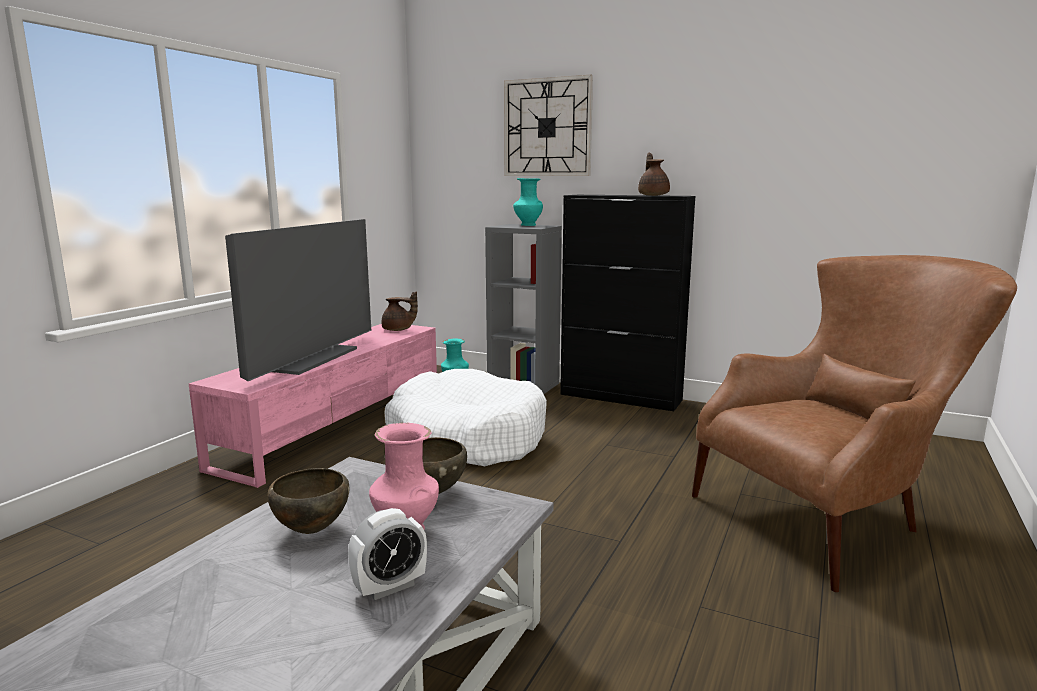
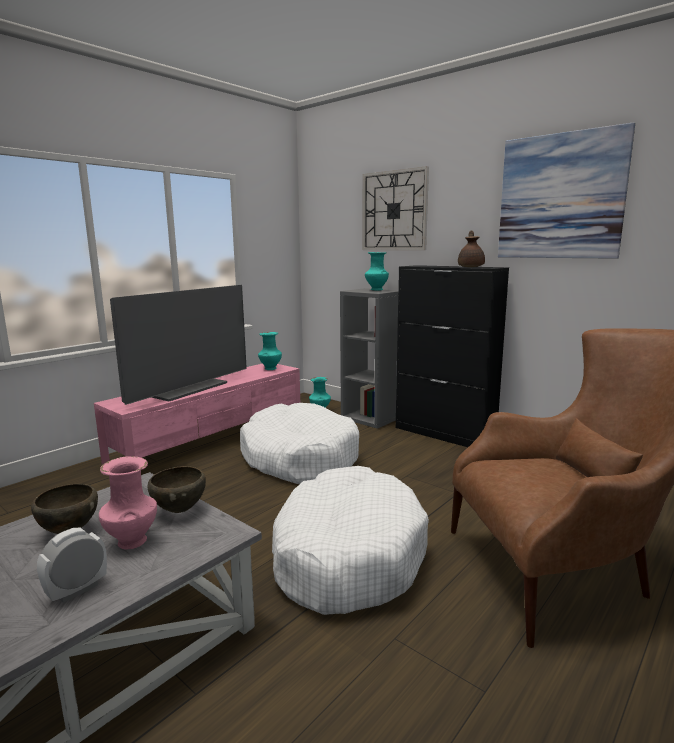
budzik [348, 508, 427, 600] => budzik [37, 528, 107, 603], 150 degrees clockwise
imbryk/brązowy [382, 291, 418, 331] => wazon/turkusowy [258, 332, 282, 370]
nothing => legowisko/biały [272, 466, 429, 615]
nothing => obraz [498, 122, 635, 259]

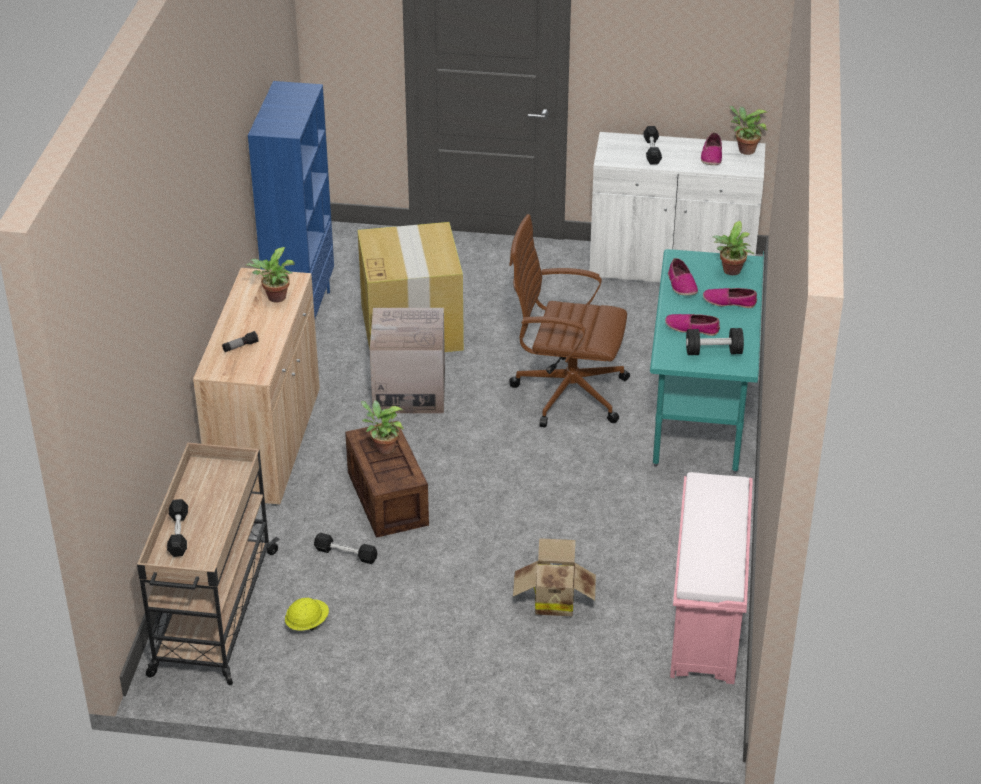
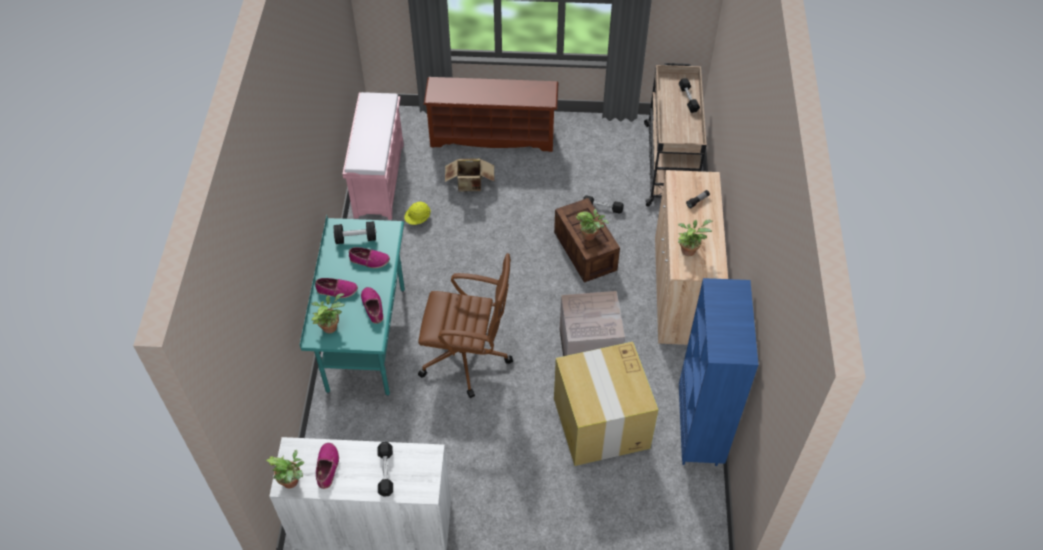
kask/żółty [285, 598, 329, 631] => kask/żółty [404, 202, 431, 225], move
nothing => regał na buty/brązowy [424, 77, 558, 152]

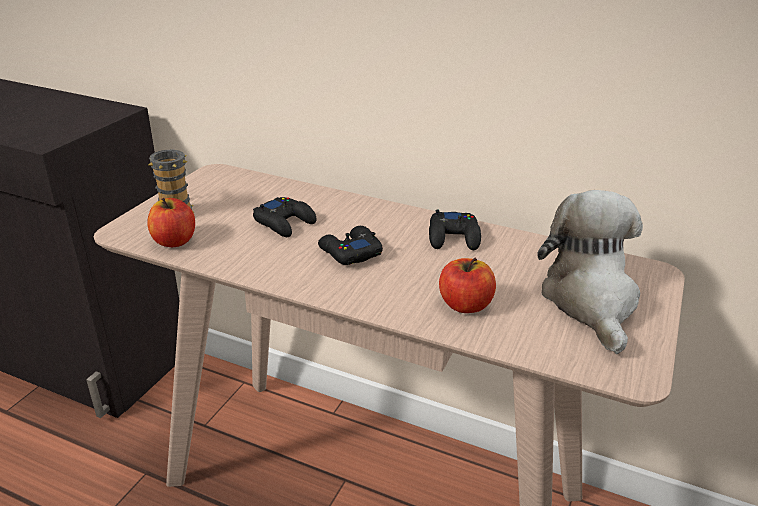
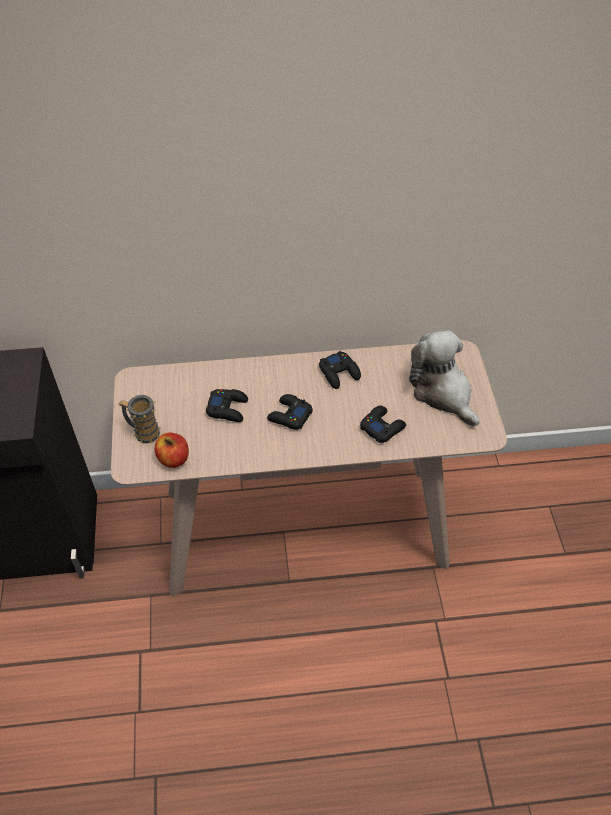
jabłko [439, 258, 496, 313] => pad do gier/czarny [360, 406, 406, 443]

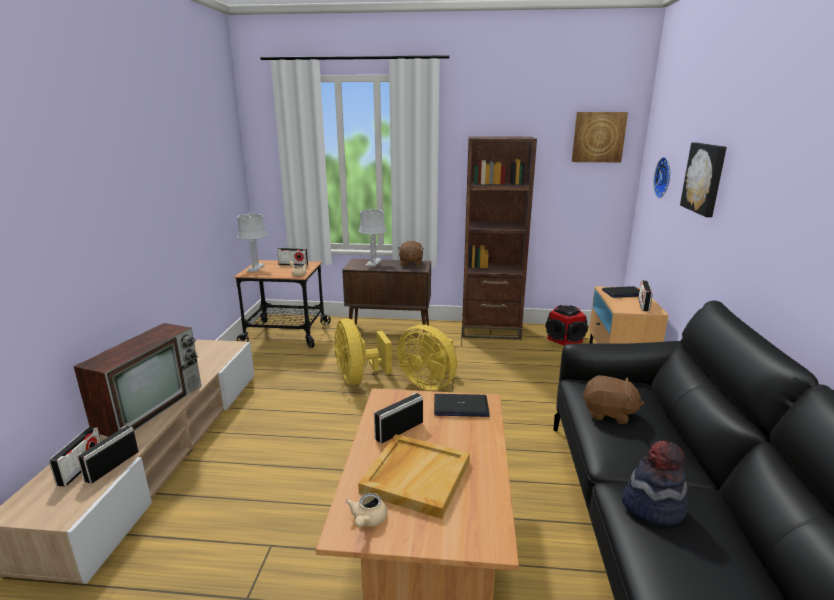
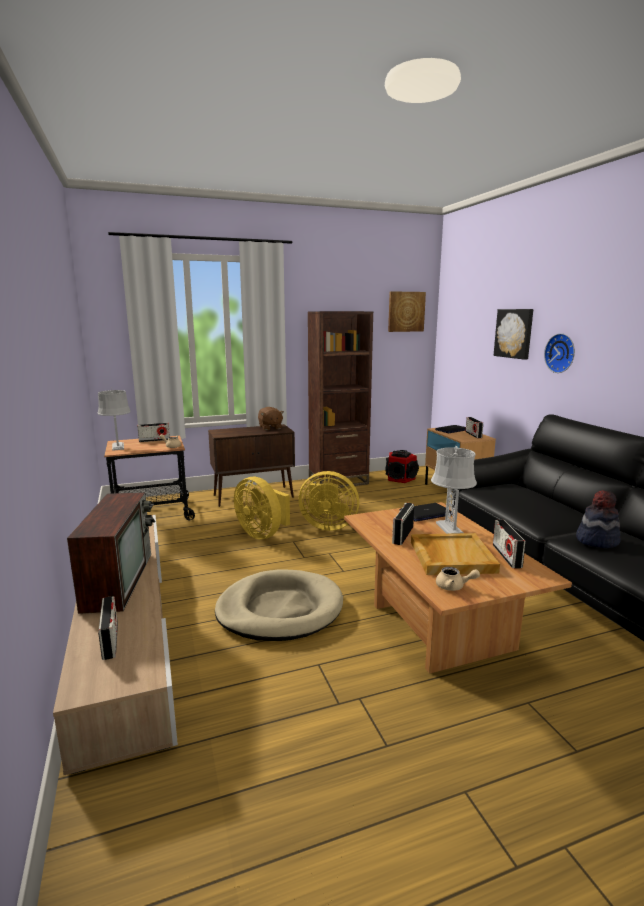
radio [77, 425, 139, 484] => radio [493, 520, 525, 569], move
imbryk/beżowy [345, 493, 387, 527] => imbryk/beżowy [436, 567, 480, 591], 60 degrees counterclockwise
lampa stołowa/szary [358, 207, 387, 267] => lampa stołowa/szary [431, 446, 477, 534], move
pluszak/brązowy [582, 375, 644, 424] => nothing
zegar ścienny [653, 157, 670, 198] => zegar ścienny [544, 333, 575, 373], move
nothing => legowisko/beżowy [215, 569, 343, 641]

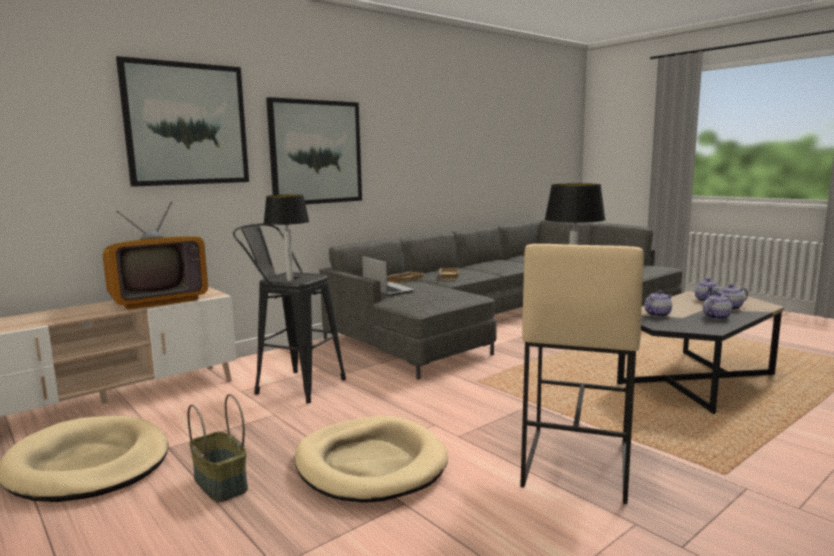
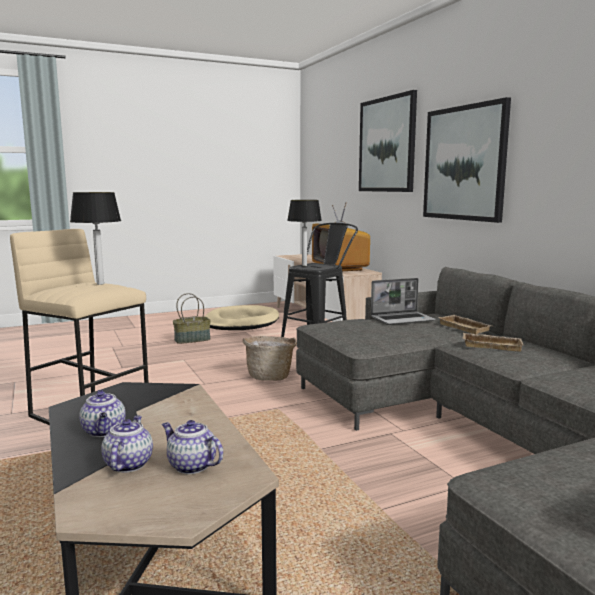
legowisko/beżowy [294, 416, 448, 503] => nothing
imbryk [644, 290, 673, 317] => nothing
nothing => koszyk [243, 336, 297, 381]

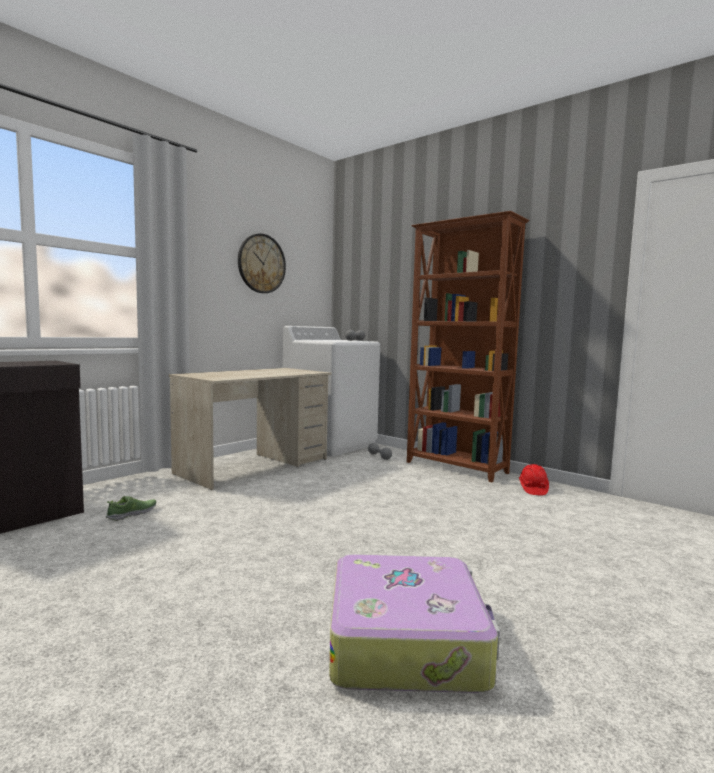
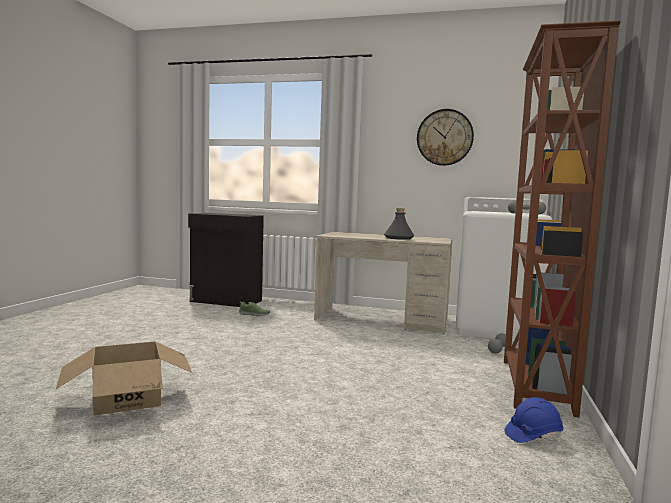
walizka [329, 554, 500, 693] => karton [56, 341, 192, 416]
kask/czerwony [519, 464, 549, 495] => kask/niebieski [504, 397, 563, 443]
nothing => butelka/szary [384, 208, 414, 240]

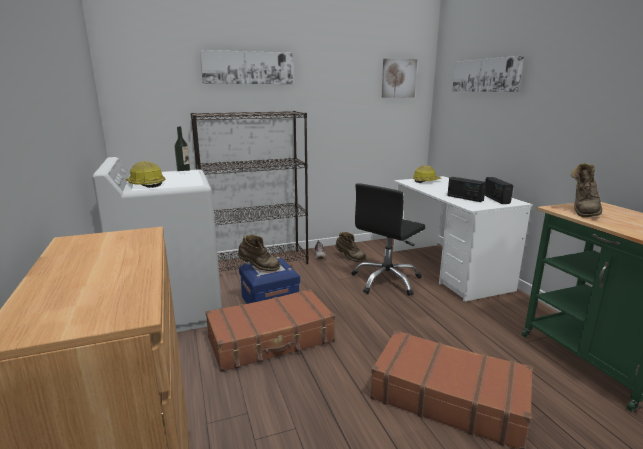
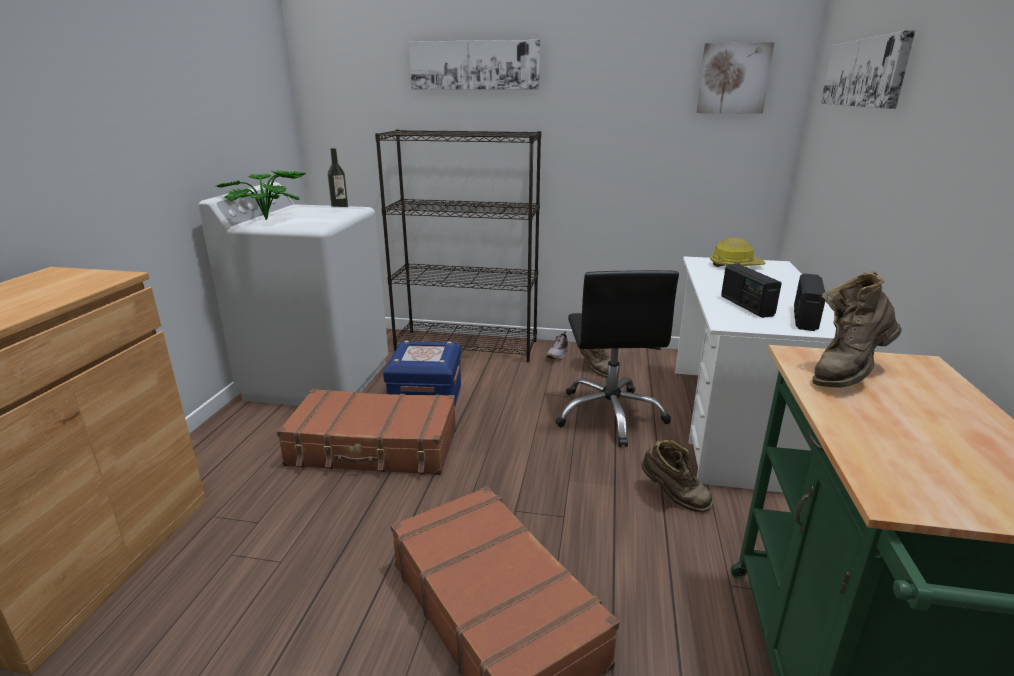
kask [125, 161, 165, 188] => roślina doniczkowa [216, 170, 307, 220]
but z cholewką/brązowy [238, 235, 281, 271] => but z cholewką/brązowy [641, 440, 713, 512], move
krzesło biurowe/czarny [351, 183, 426, 296] => krzesło biurowe/czarny [555, 270, 679, 447], 75 degrees counterclockwise

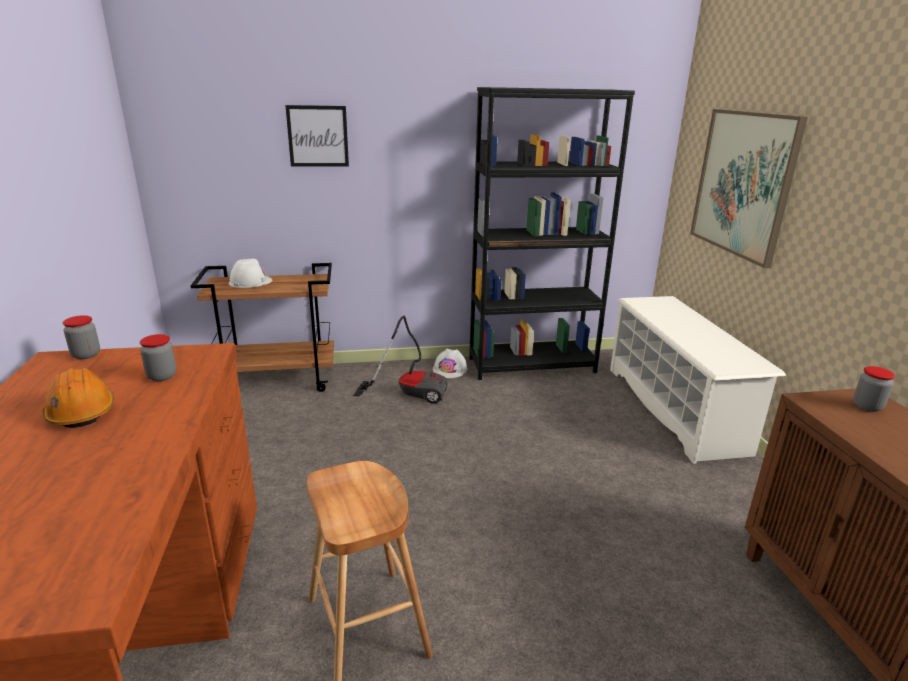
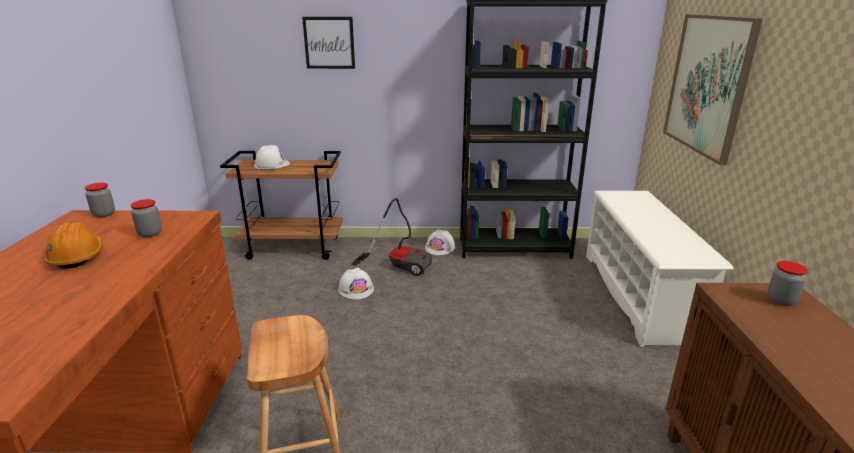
nothing => kask/biały [338, 268, 374, 299]

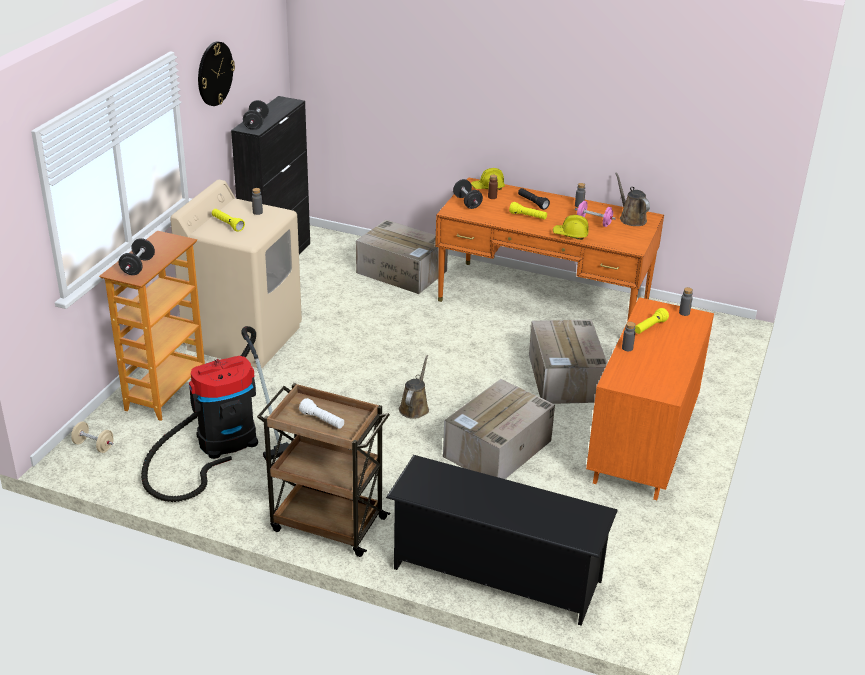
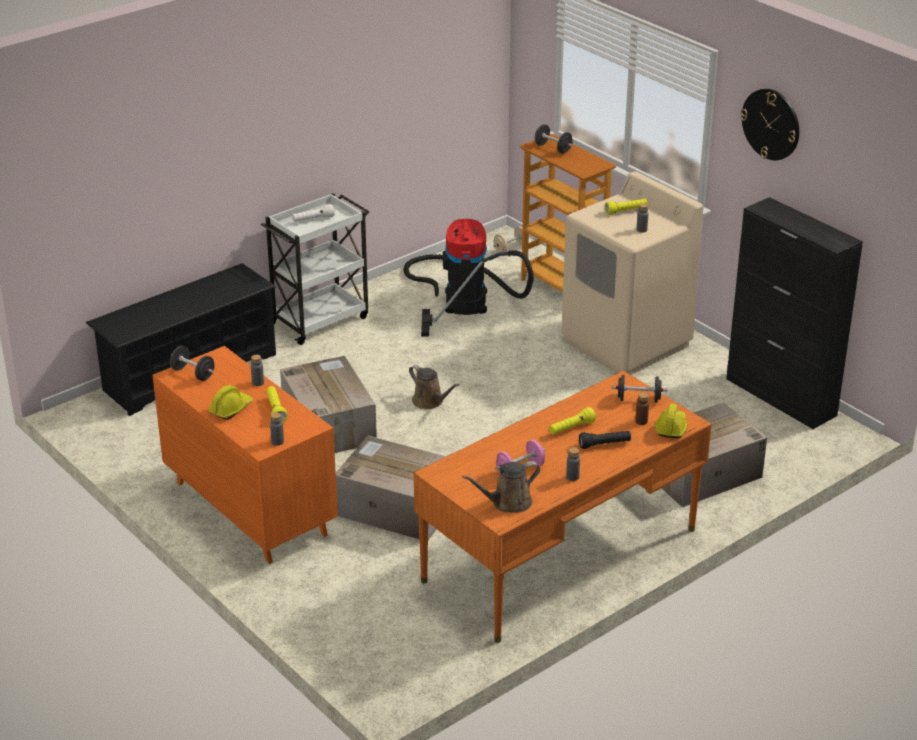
hantel/czarny [243, 100, 269, 130] => hantel/czarny [170, 346, 214, 381], move
wózek/brązowy [257, 383, 390, 557] => wózek/biały [261, 193, 369, 345]
kask/żółty [553, 215, 589, 240] => kask/żółty [208, 385, 253, 420], move
konewka/brązowy [615, 172, 650, 226] => konewka/brązowy [462, 461, 540, 513], 150 degrees clockwise

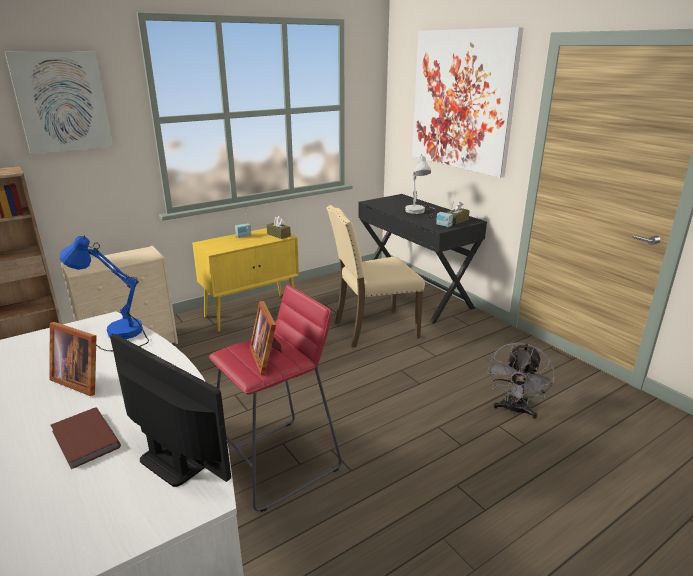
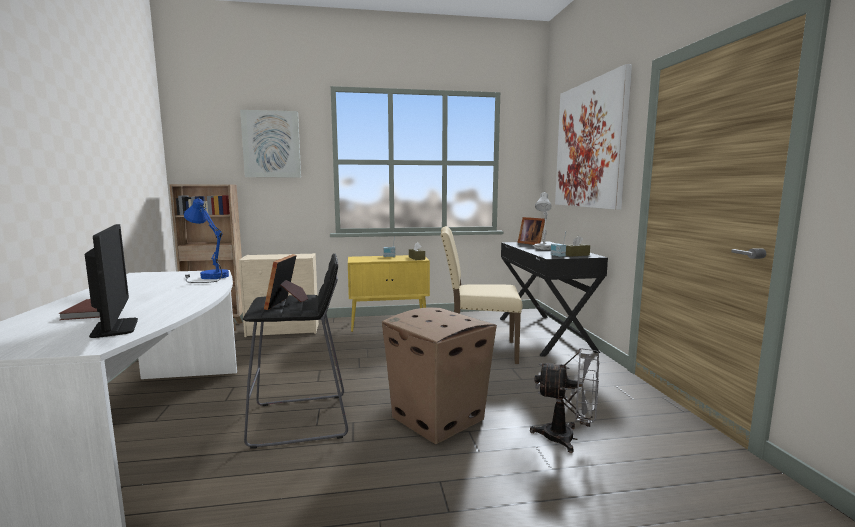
ramka na zdjęcie [49, 322, 96, 396] => ramka na zdjęcie [517, 217, 545, 245], move
stołek/czerwony [209, 284, 342, 512] => stołek/czarny [243, 253, 348, 448]
wentylator/szary [487, 343, 555, 419] => wentylator/szary [530, 348, 599, 453], 120 degrees counterclockwise
nothing => karton [382, 307, 497, 444]

